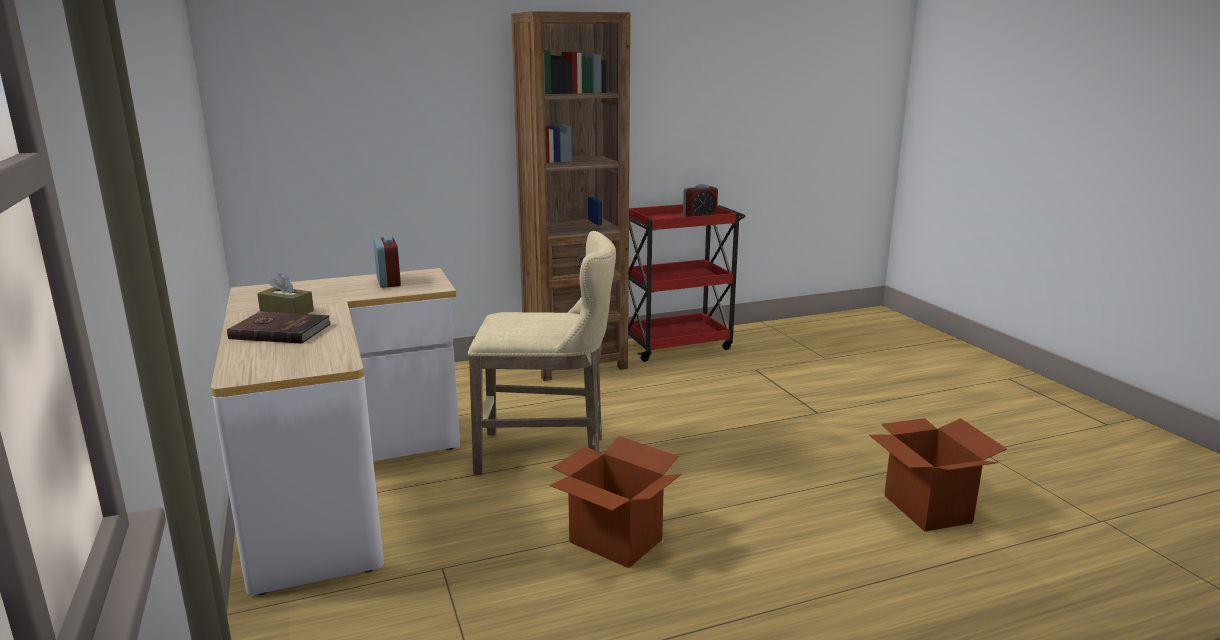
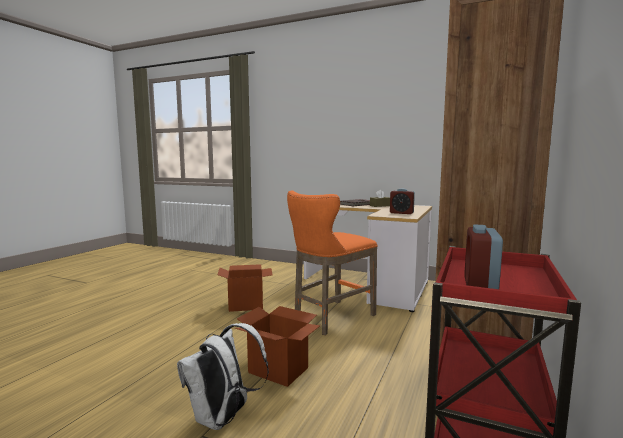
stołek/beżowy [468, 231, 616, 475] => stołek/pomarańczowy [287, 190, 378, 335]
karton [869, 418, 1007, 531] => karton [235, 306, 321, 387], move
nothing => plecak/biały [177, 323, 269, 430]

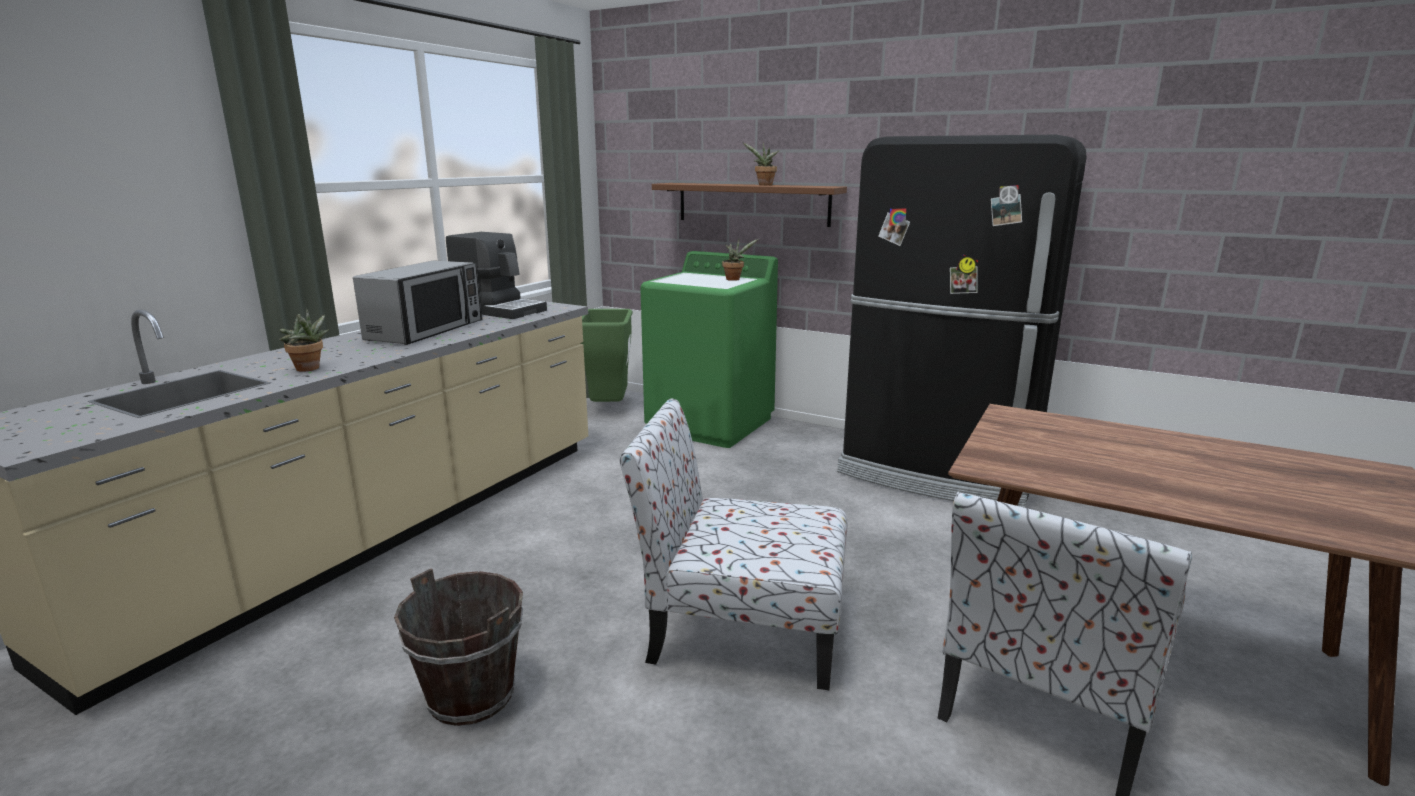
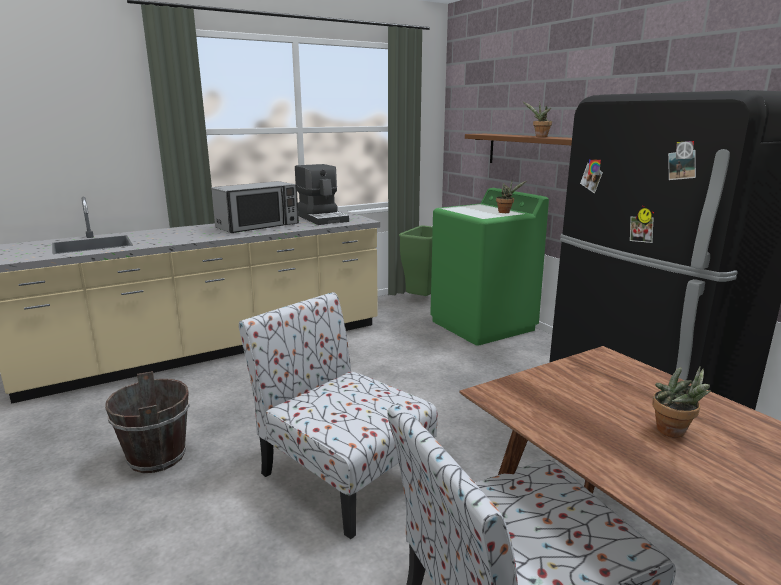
roślina doniczkowa [279, 308, 329, 372] => roślina doniczkowa [652, 366, 711, 438], move

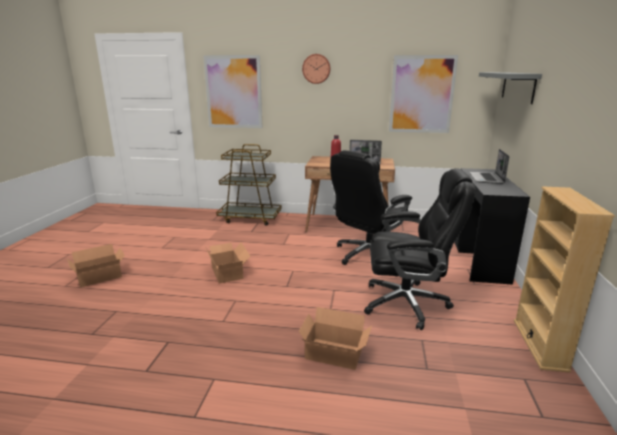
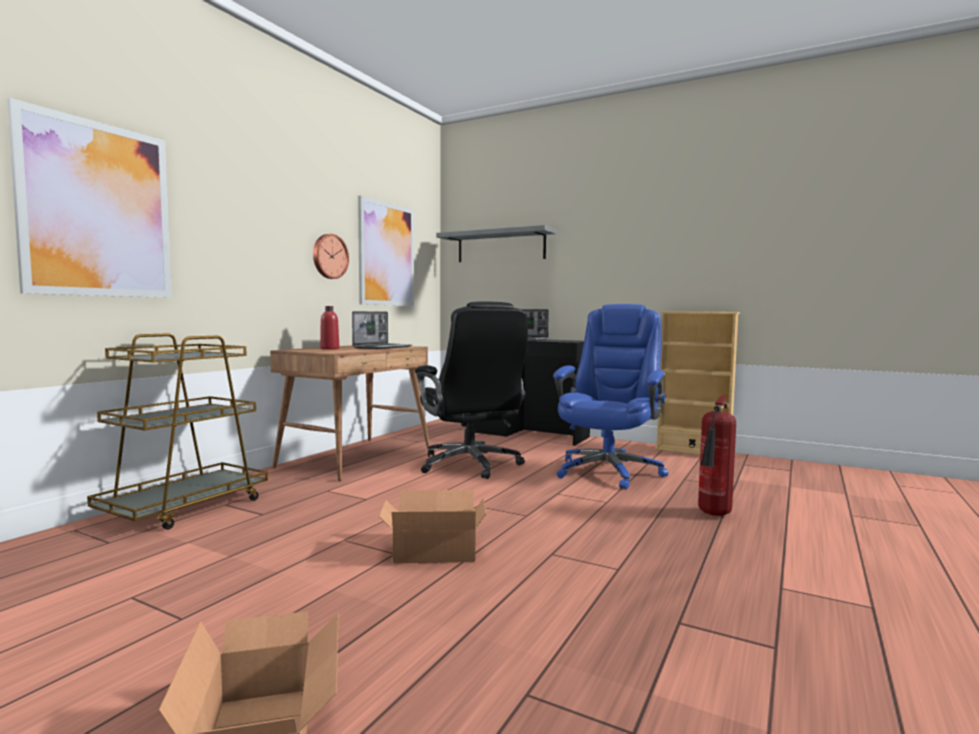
karton [299, 307, 372, 370] => gaśnica [698, 395, 736, 516]
zegar ścienny [302, 54, 331, 84] => zegar ścienny [313, 234, 349, 279], move
krzesło biurowe/czarny [364, 168, 476, 330] => krzesło biurowe/niebieski [553, 304, 669, 489]

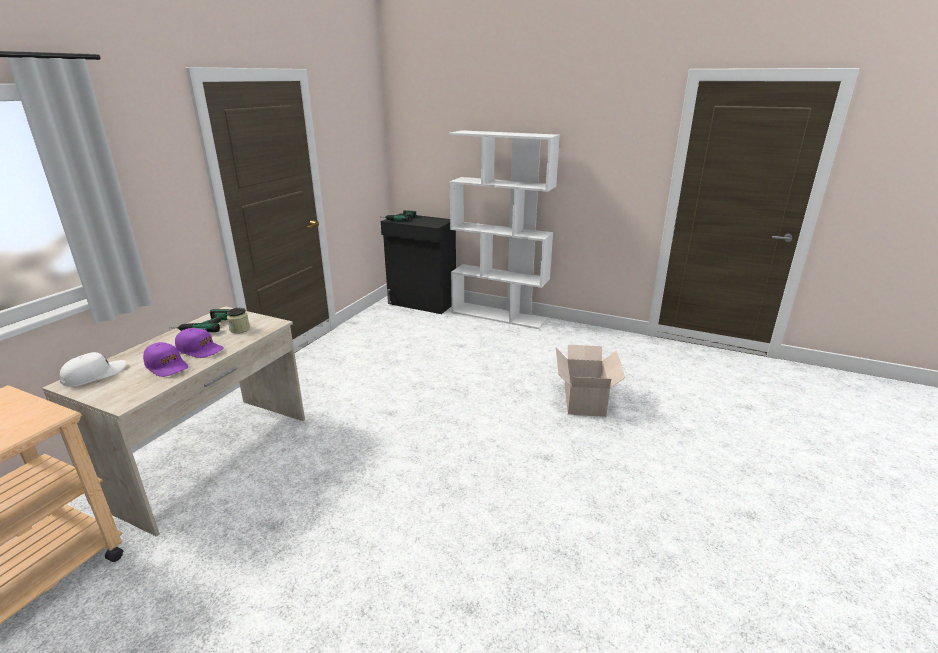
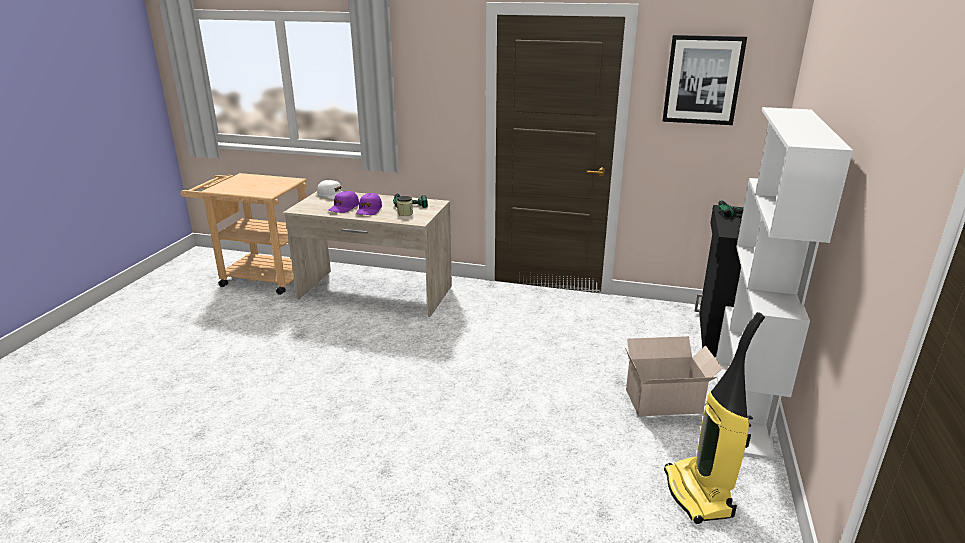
karton [556, 345, 625, 417] => karton [625, 336, 723, 416], move
nothing => obraz [662, 35, 747, 125]
nothing => odkurzacz [664, 312, 765, 524]

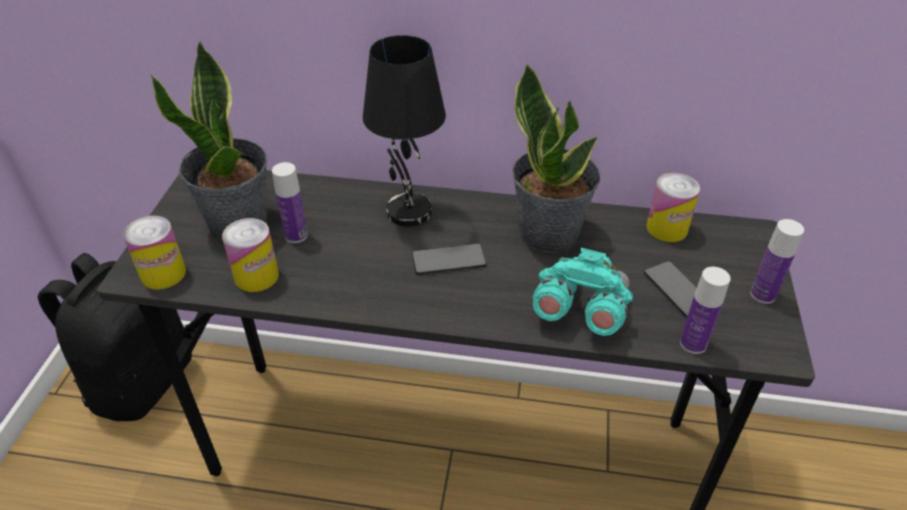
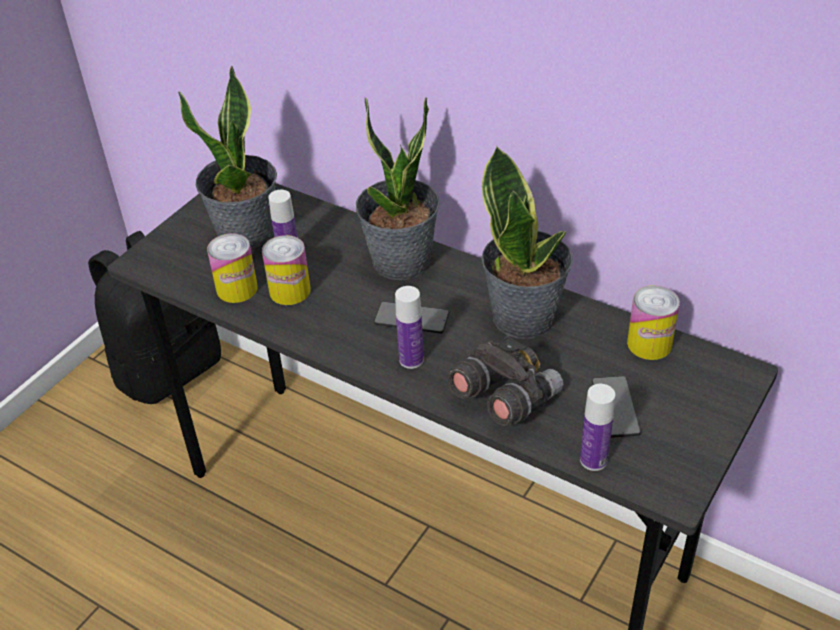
puszka [123, 216, 186, 290] => puszka [262, 235, 311, 305], move
lampa stołowa/czarny [363, 35, 446, 227] => roślina doniczkowa [356, 97, 440, 280]
lornetka/turkusowy [533, 248, 633, 336] => lornetka/szary [447, 336, 563, 426]
butelka [750, 219, 804, 304] => butelka [395, 286, 424, 369], move

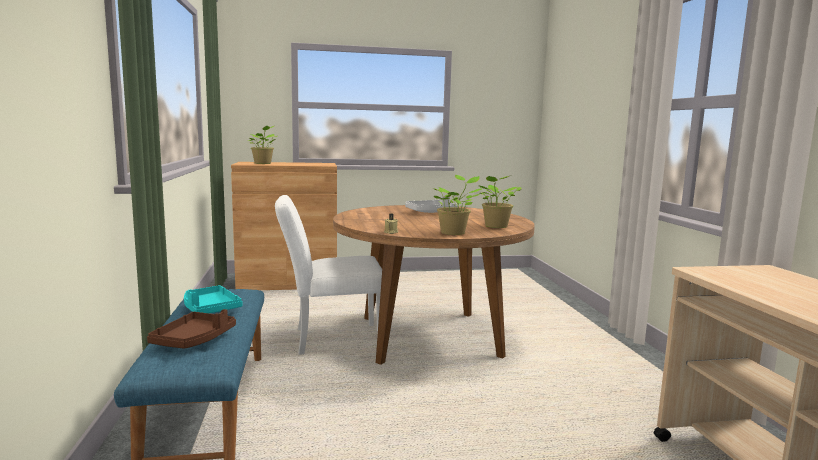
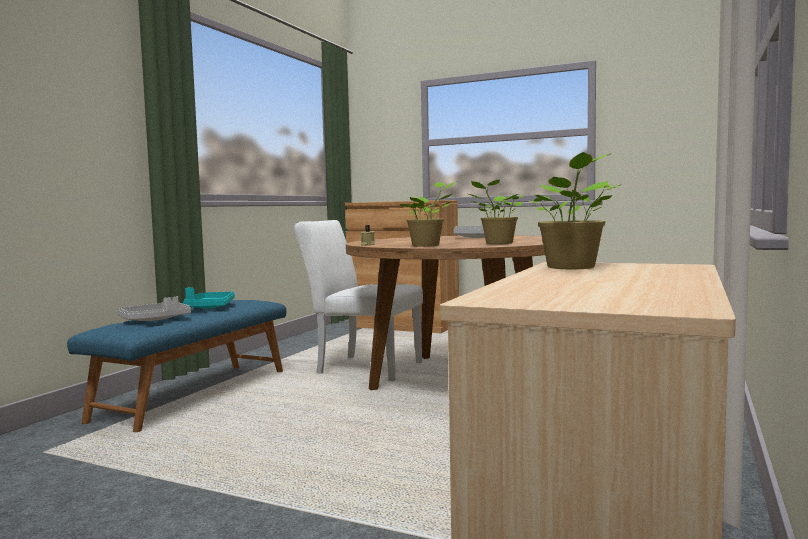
taca/brązowy [147, 309, 236, 349] => taca/szary [117, 296, 191, 321]
roślina doniczkowa [248, 126, 277, 164] => roślina doniczkowa [530, 152, 620, 269], move

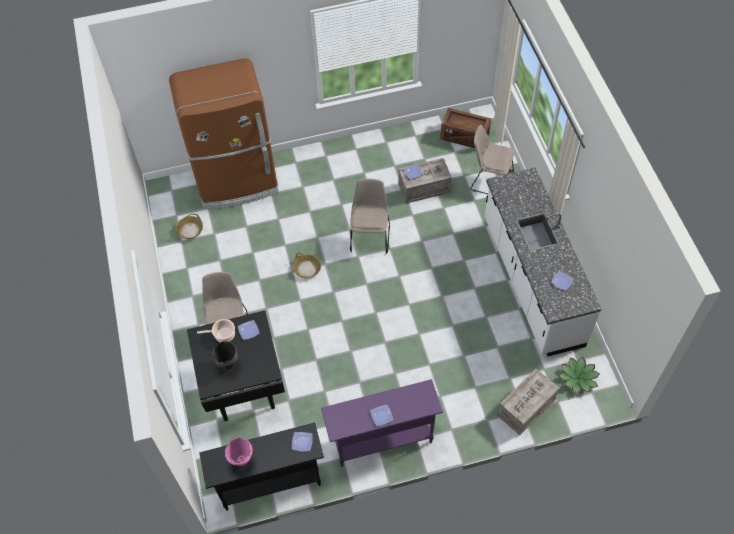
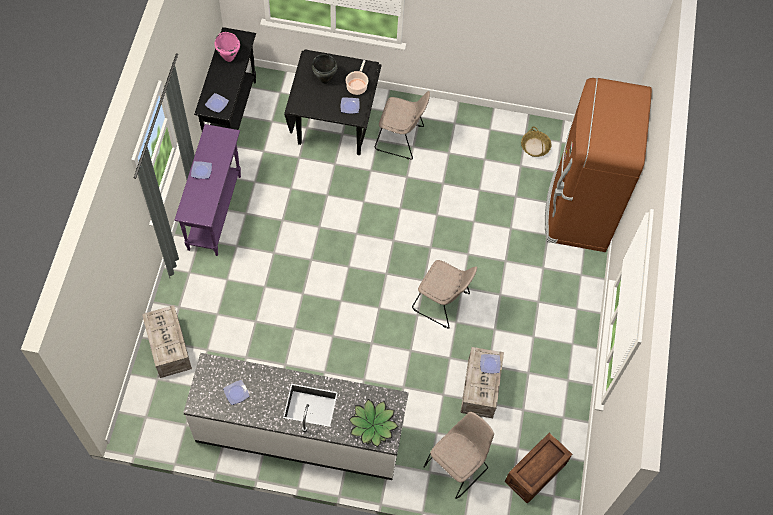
koszyk [293, 253, 321, 278] => nothing
roślina doniczkowa [558, 357, 600, 394] => roślina doniczkowa [349, 399, 399, 447], move

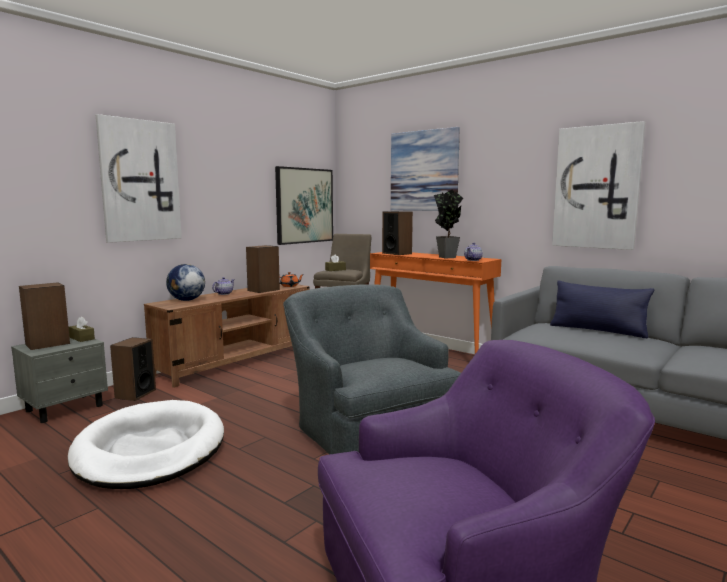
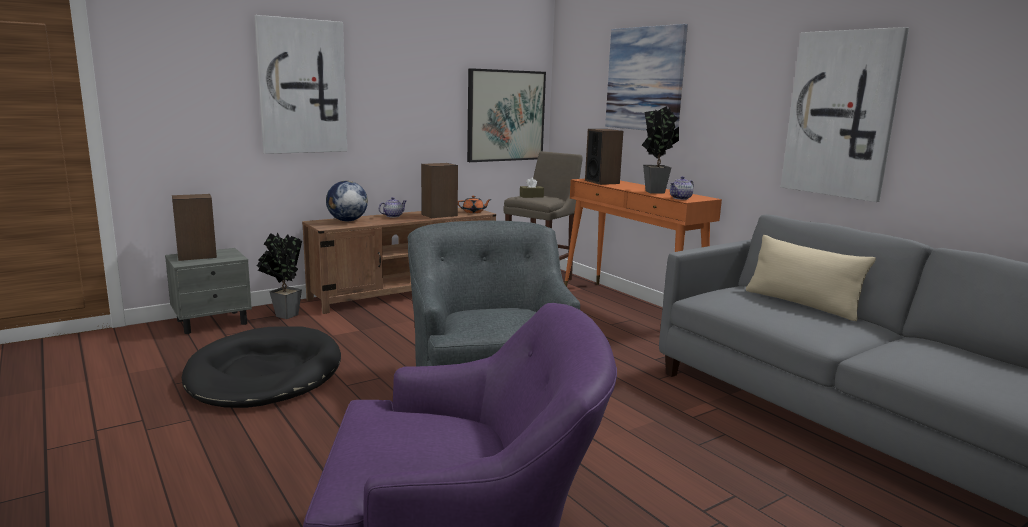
legowisko/biały [68, 400, 224, 489] => legowisko/czarny [182, 326, 341, 408]
pudełko chusteczek/brązowy [69, 317, 95, 342] => nothing
głośnik [110, 337, 156, 401] => roślina doniczkowa [257, 232, 302, 319]
poduszka/niebieski [550, 280, 654, 338] => poduszka/beżowy [746, 235, 876, 321]

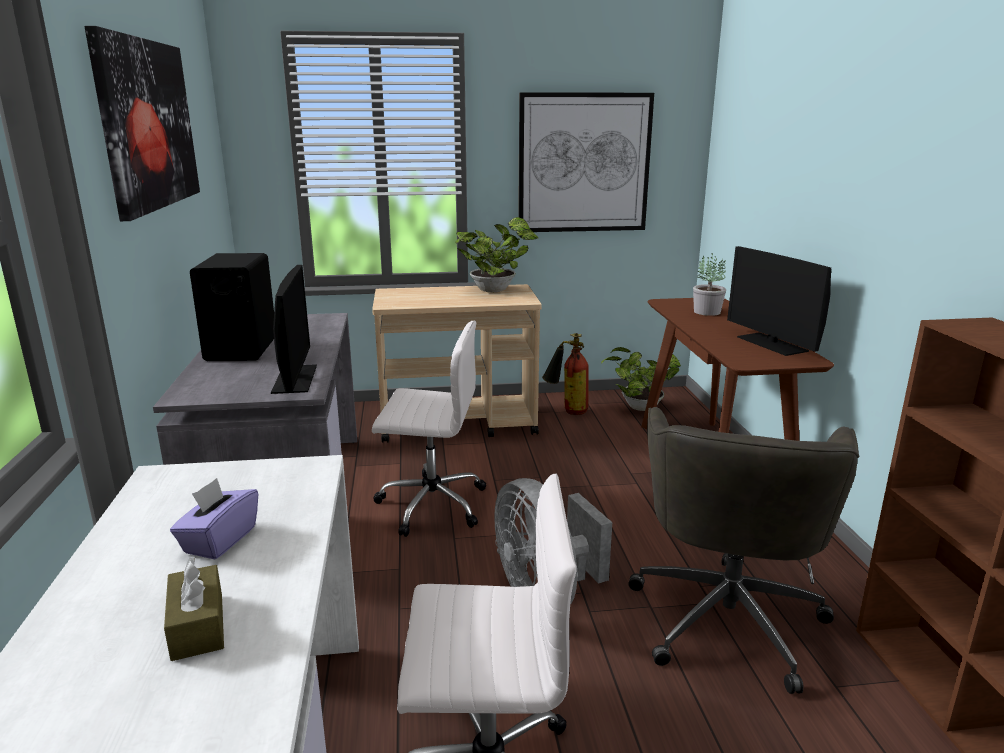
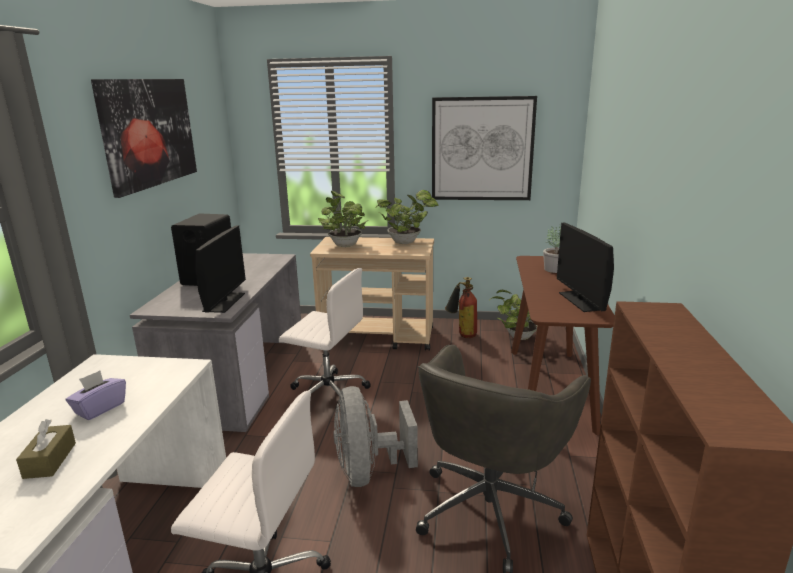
nothing => roślina doniczkowa [318, 191, 368, 247]

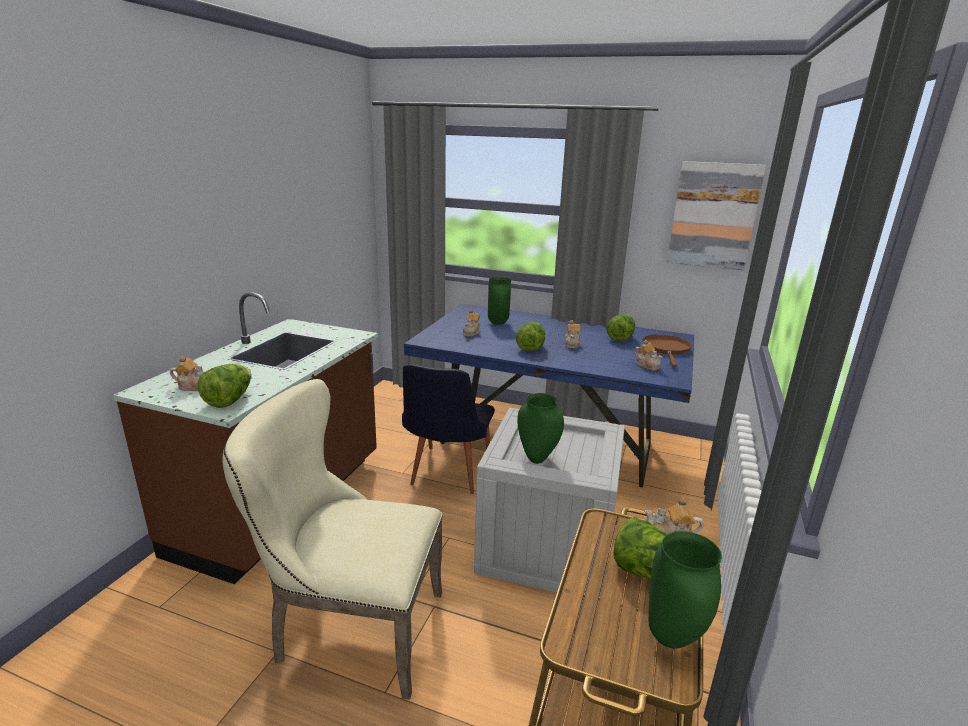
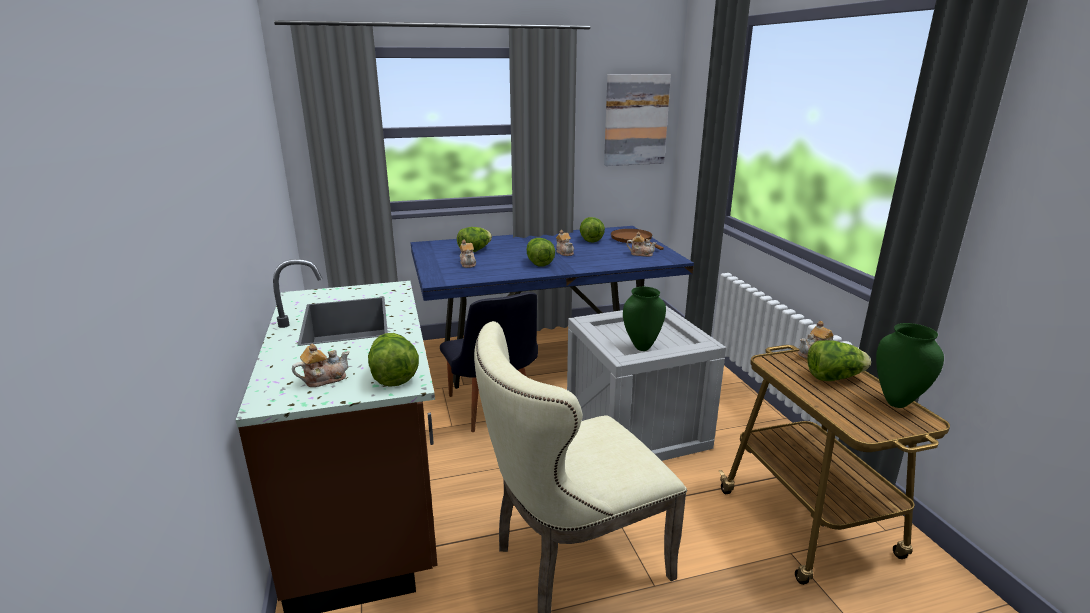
wazon/zielony [488, 277, 511, 325] => sałata [457, 227, 492, 252]

